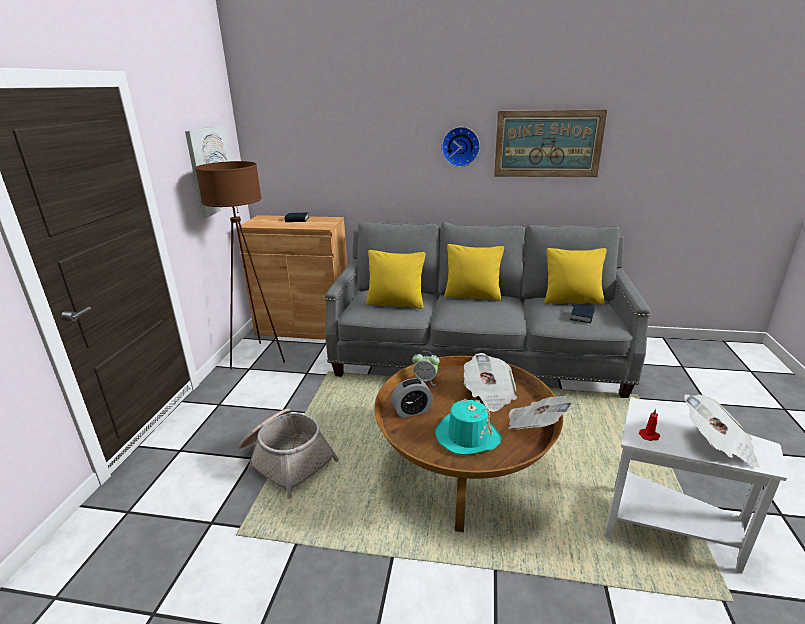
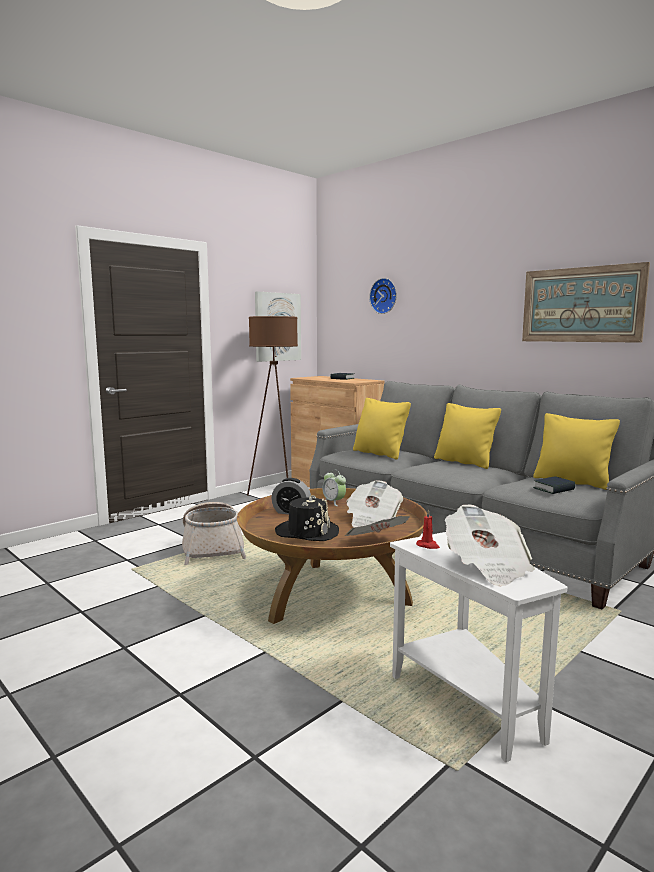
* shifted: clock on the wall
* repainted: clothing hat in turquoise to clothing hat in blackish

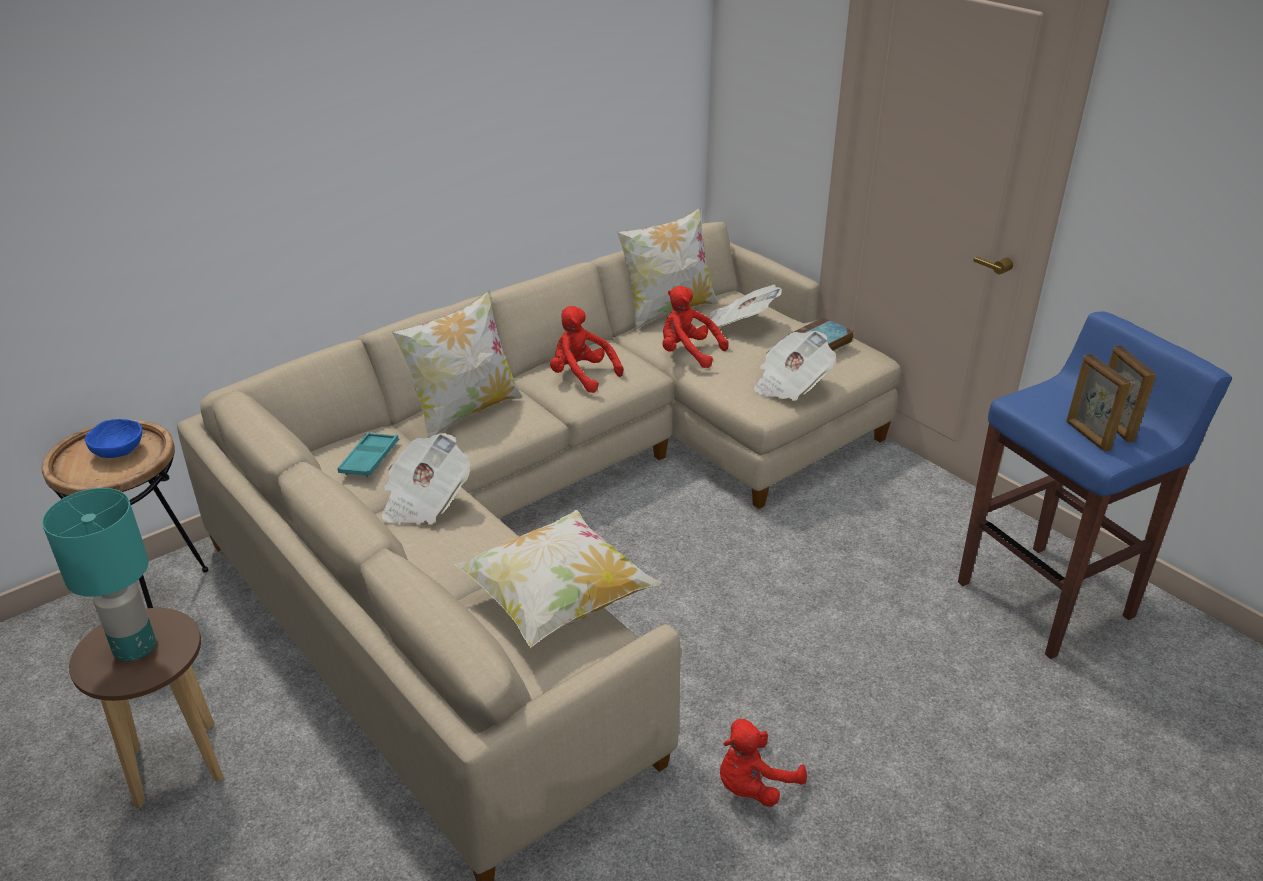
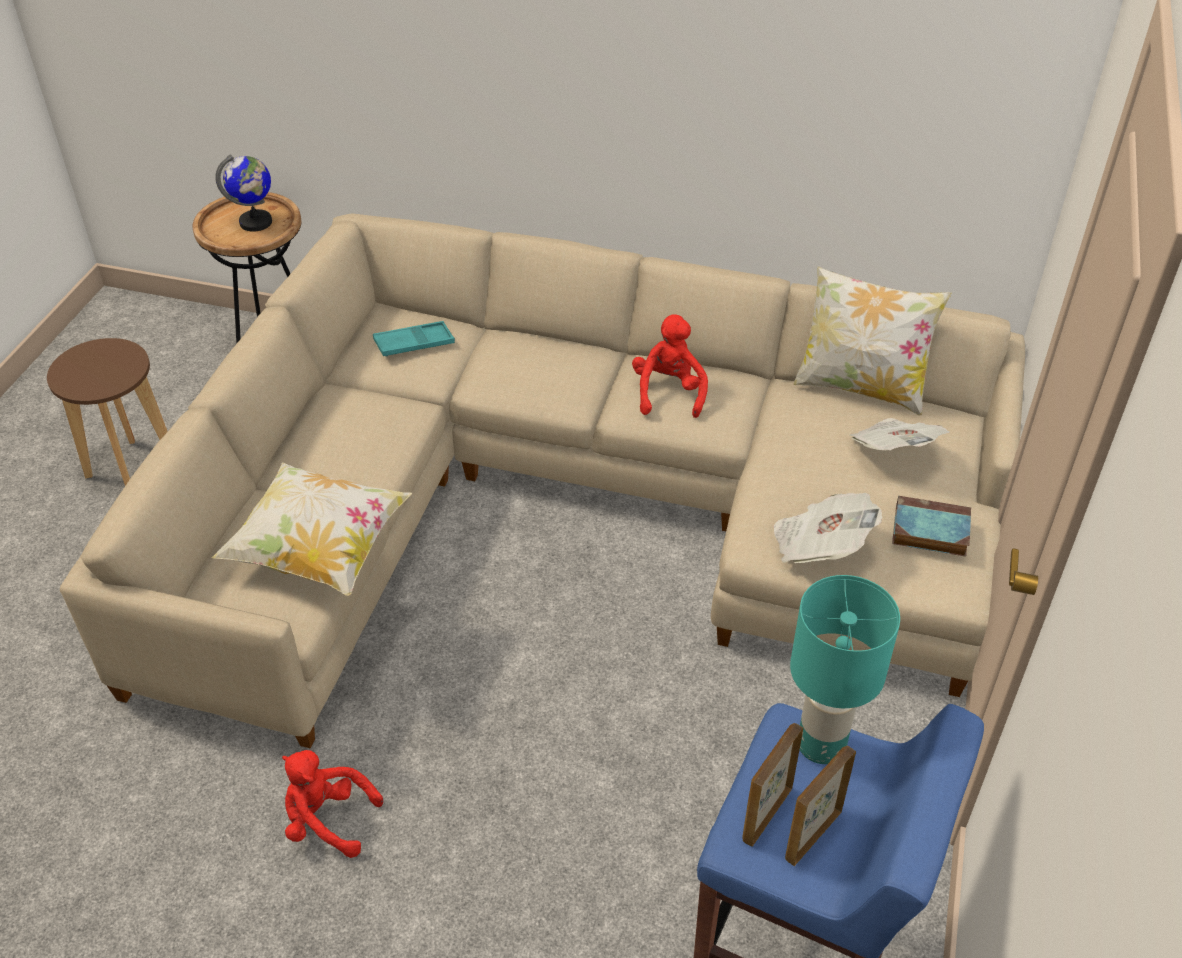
* gone: cuddly toy in reddish (no. 2 from left)
* gone: throw pillow (no. 1 from left)
* swapped: deep dish in blue to desk globe
* gone: daily paper (no. 1 from left)
* shifted: table lamp in turquoise

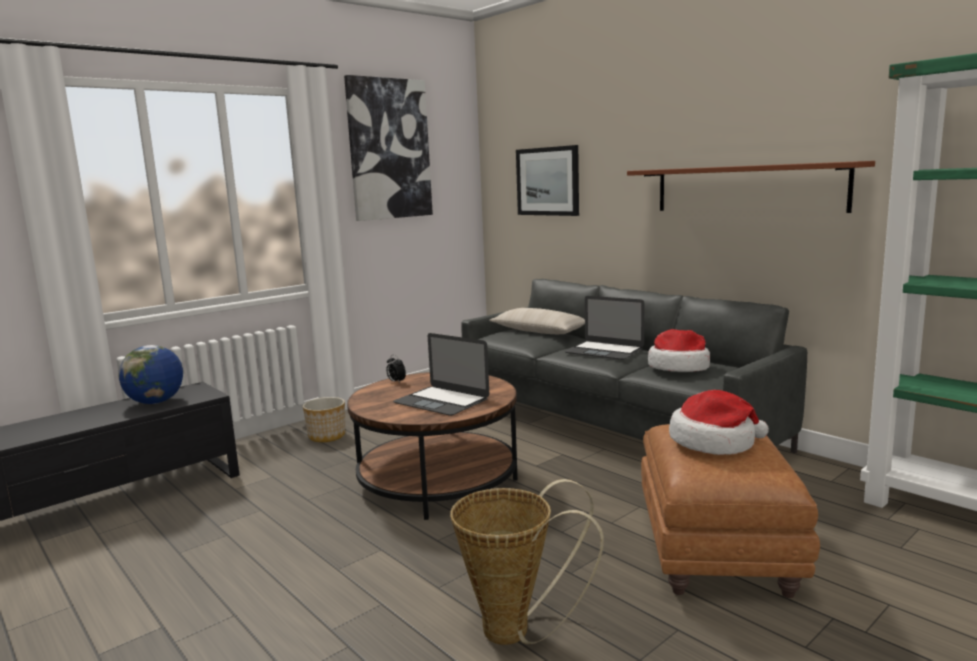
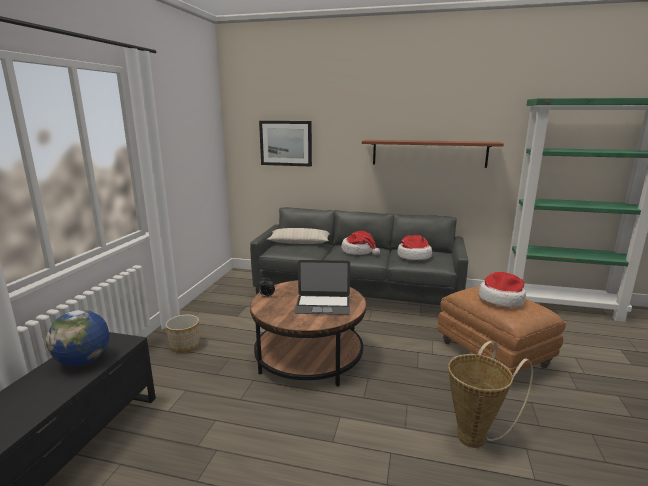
* gone: picture (no. 1 from left)
* swapped: notebook computer (no. 2 from left) to clothing hat (no. 1 from left)

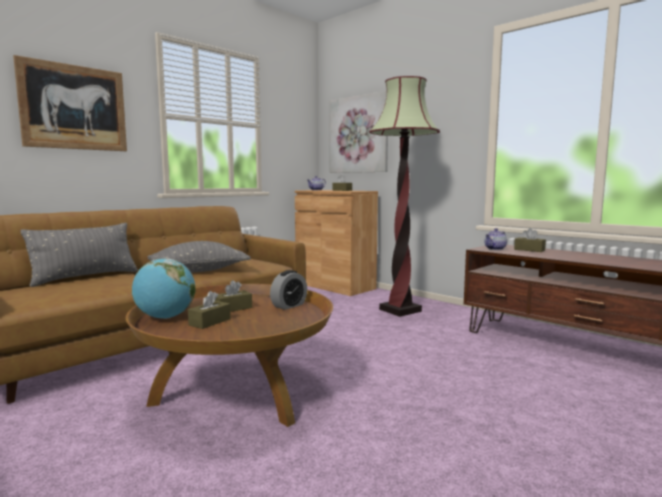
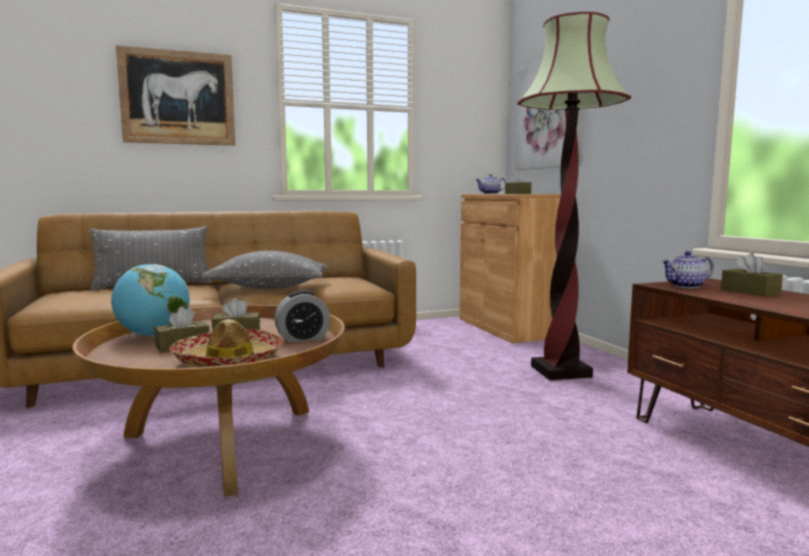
* new: clothing hat

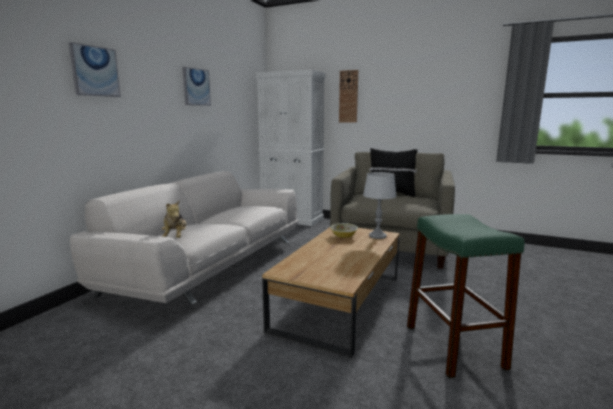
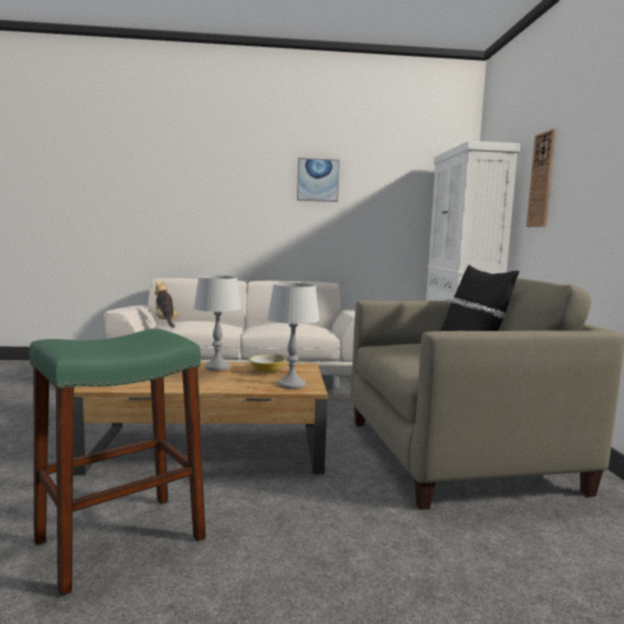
* gone: picture (no. 1 from left)
* rotated: cuddly toy 105 degrees clockwise
* new: table lamp in greyish (no. 1 from left)

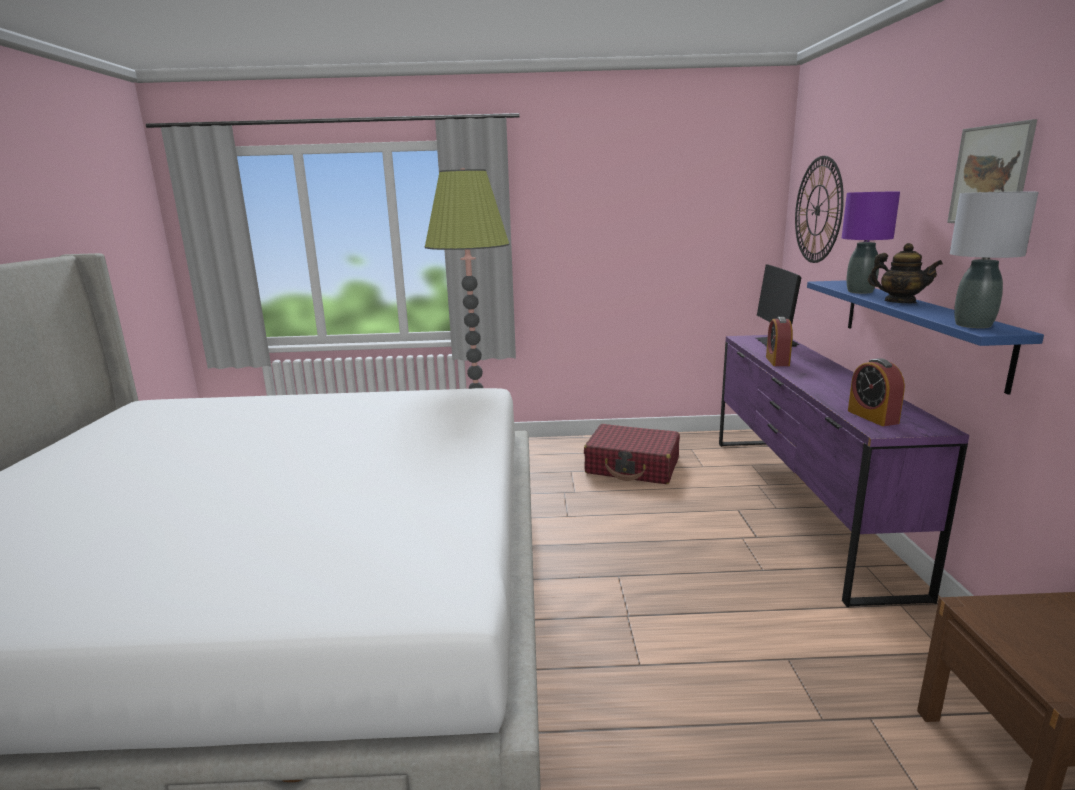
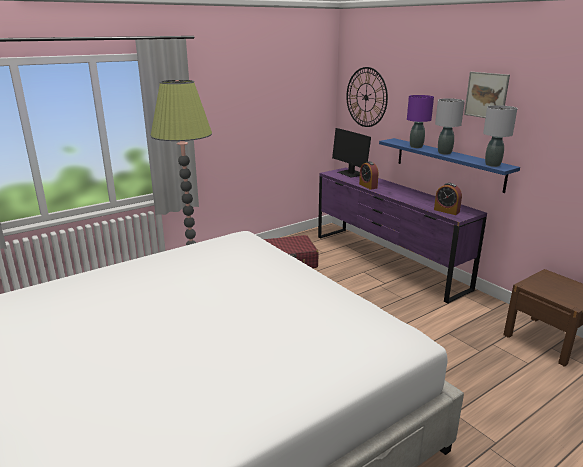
* swapped: teapot to table lamp in greyish (no. 1 from left)

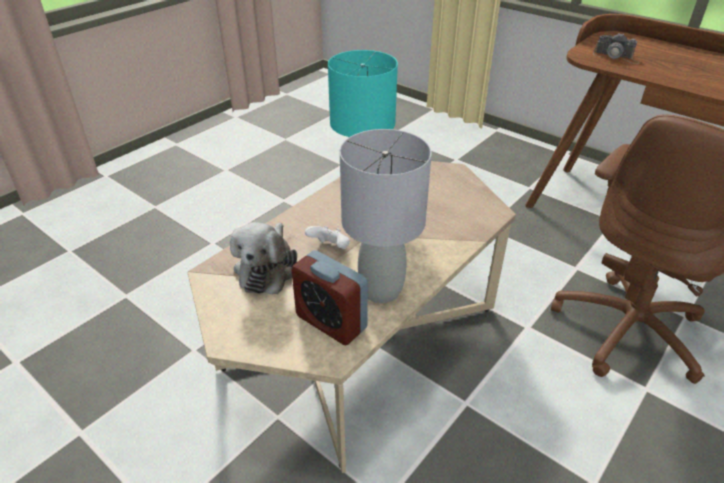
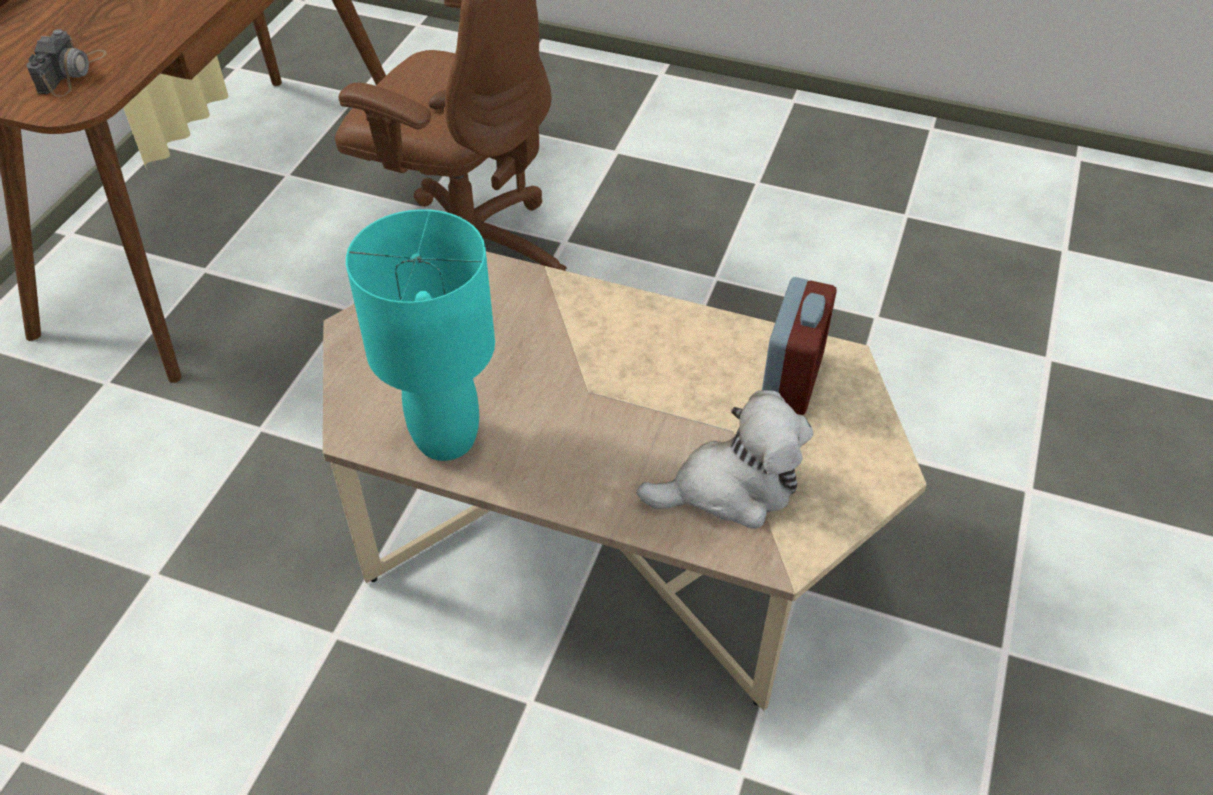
* gone: table lamp in greyish
* gone: gamepad in white-coloured

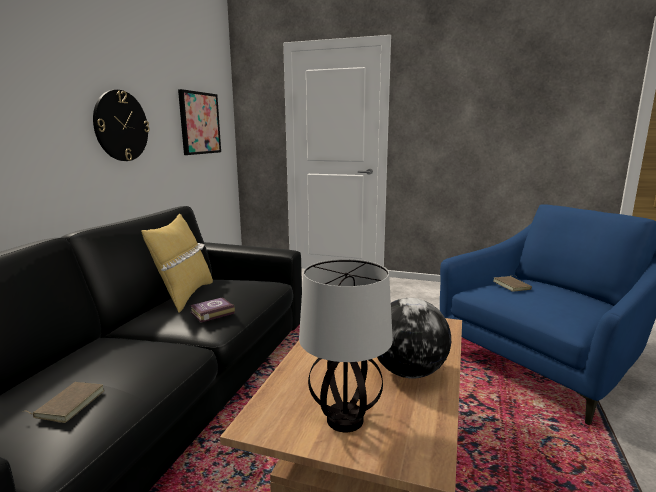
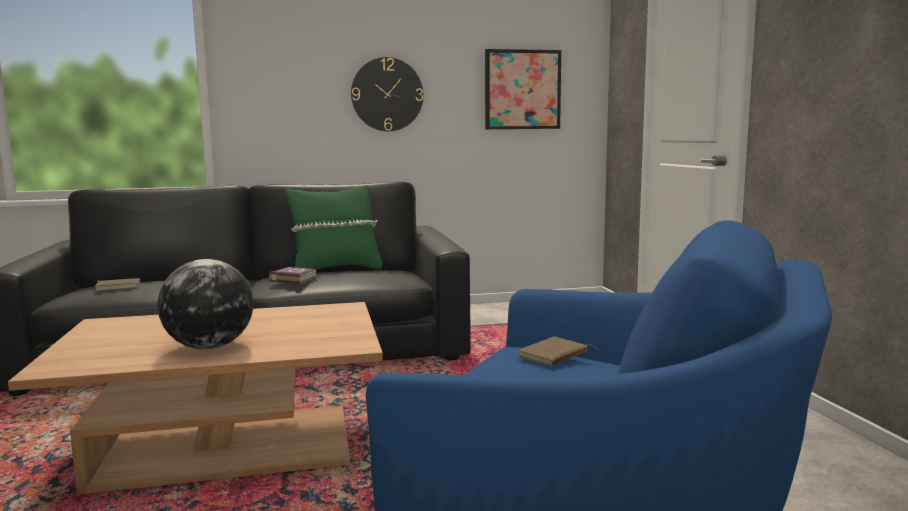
* repainted: throw pillow in yellowish to throw pillow in green
* gone: table lamp

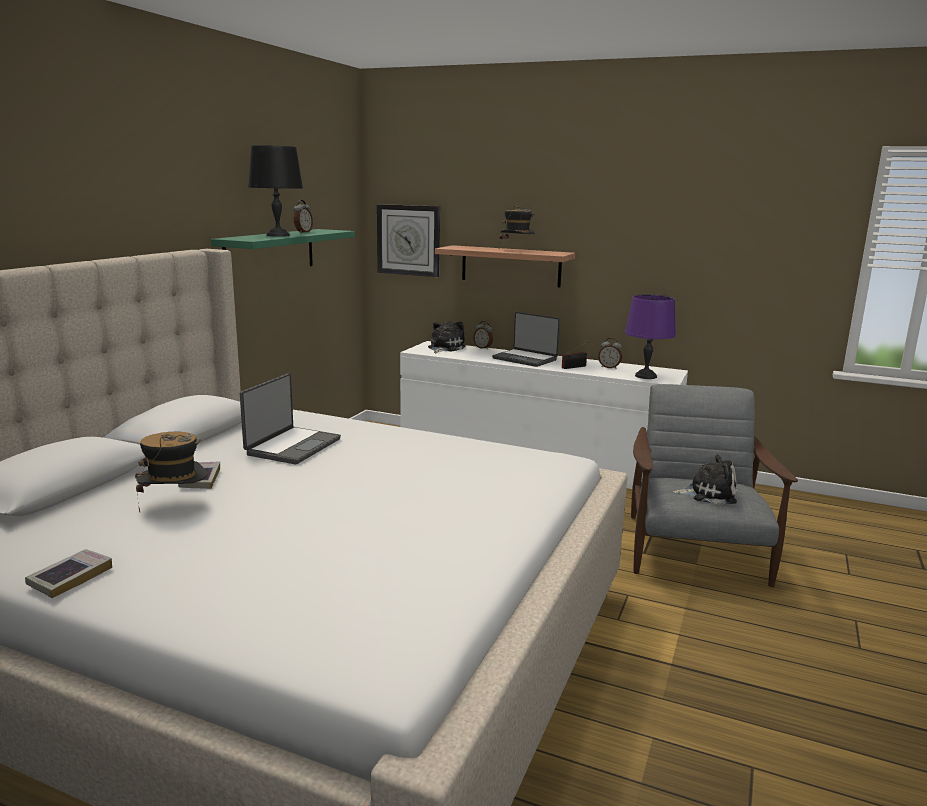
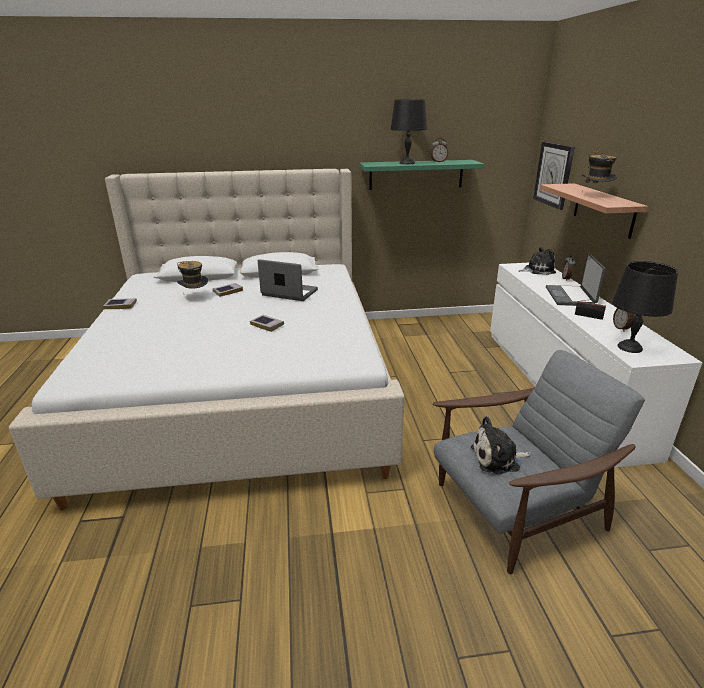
* repainted: table lamp in purplish to table lamp in blackish (no. 2 from left)
* rotated: notebook computer (no. 1 from left) 150 degrees counterclockwise
* rotated: cuddly toy (no. 2 from left in the first image) 105 degrees clockwise
* new: volume (no. 3 from left)

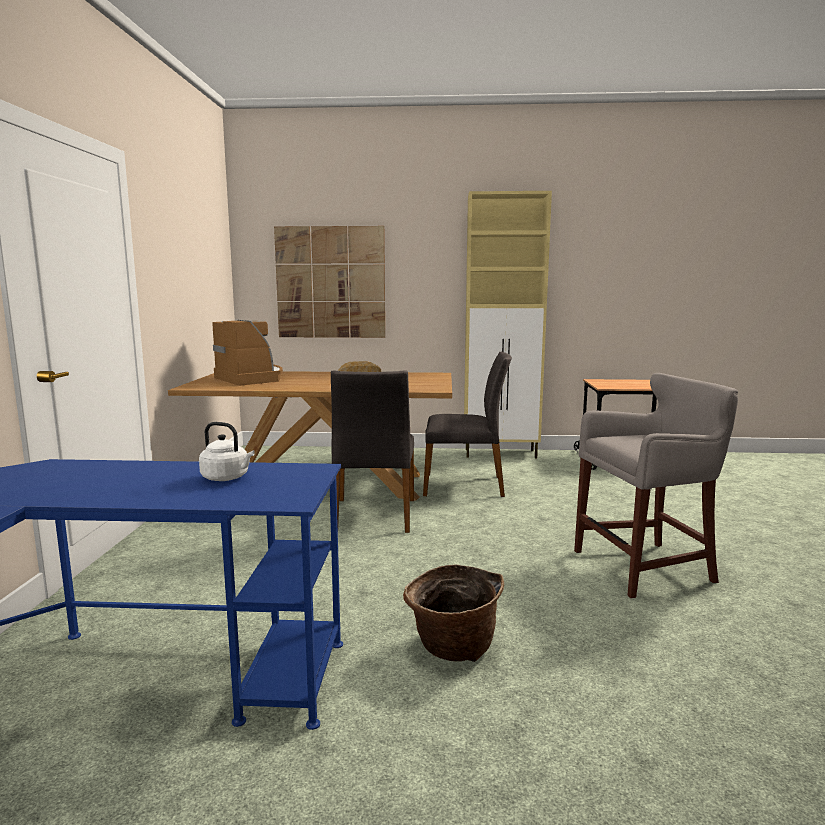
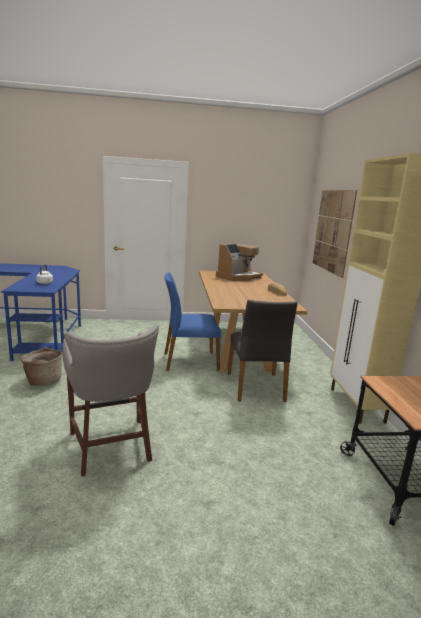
* repainted: chair in greyish (no. 1 from left) to chair in blue

